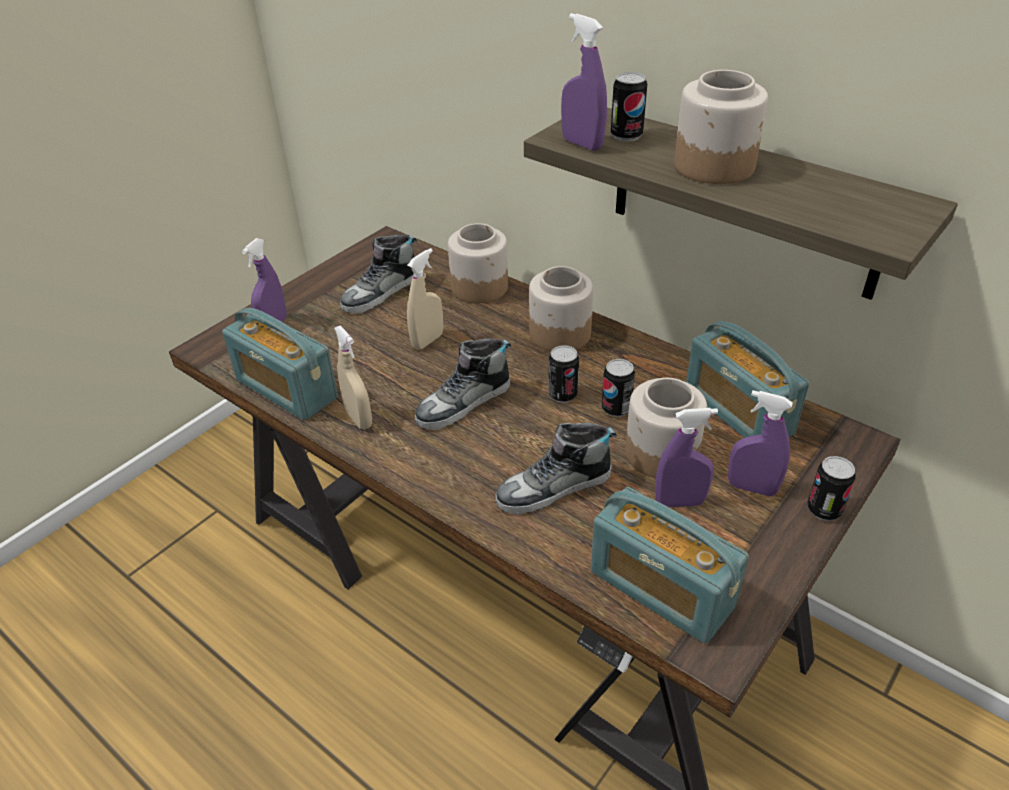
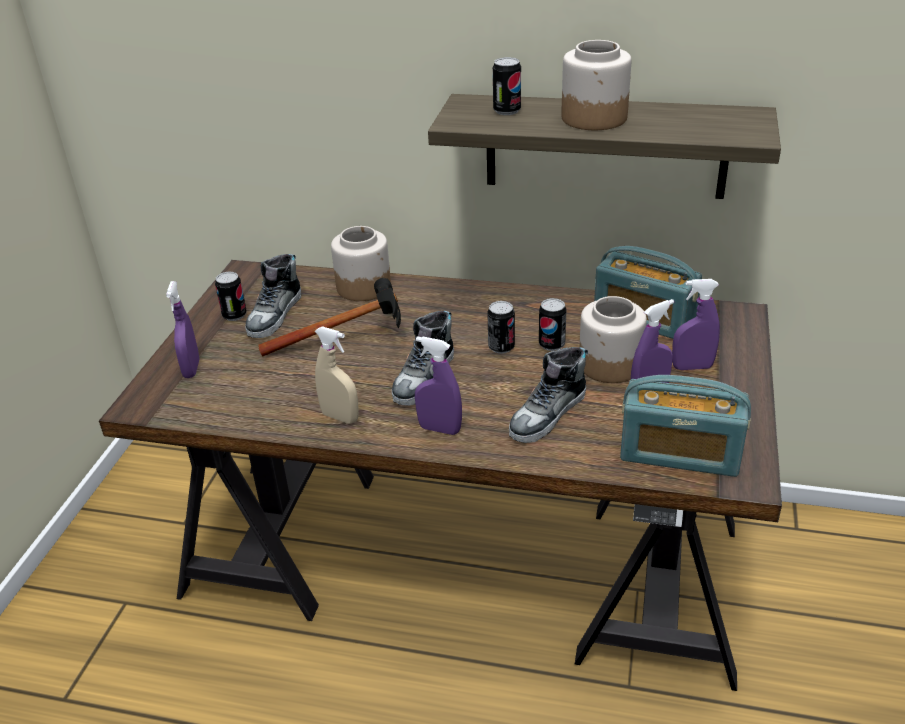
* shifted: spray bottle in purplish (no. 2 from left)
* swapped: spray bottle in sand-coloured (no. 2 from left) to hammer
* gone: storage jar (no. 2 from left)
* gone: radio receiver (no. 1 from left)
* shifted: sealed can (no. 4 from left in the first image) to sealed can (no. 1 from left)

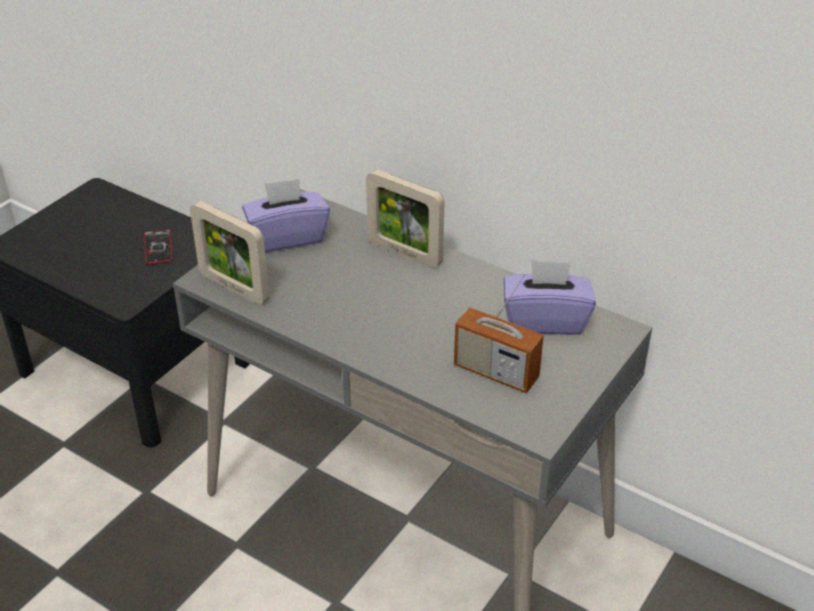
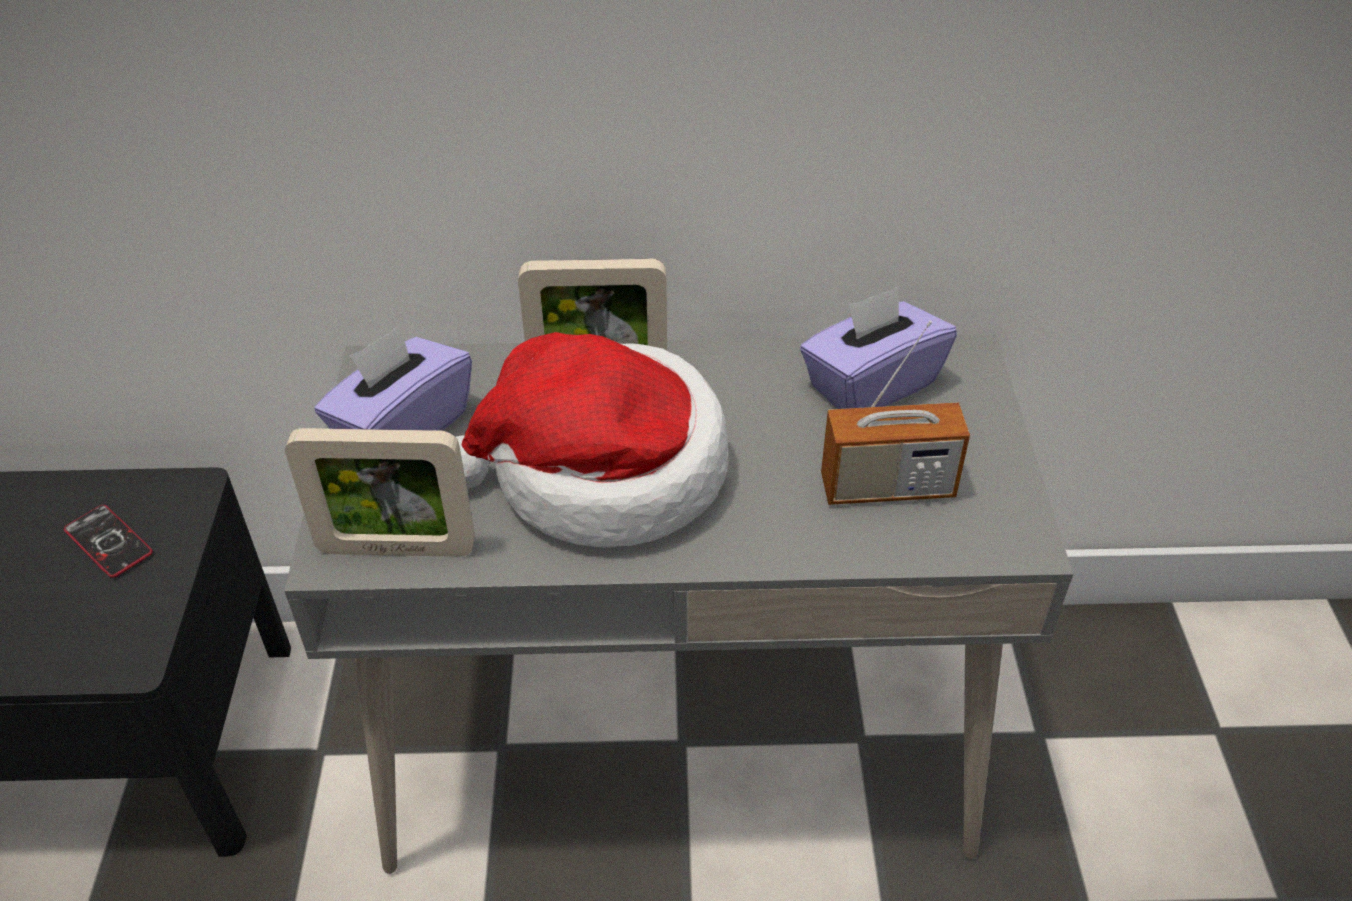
* new: clothing hat

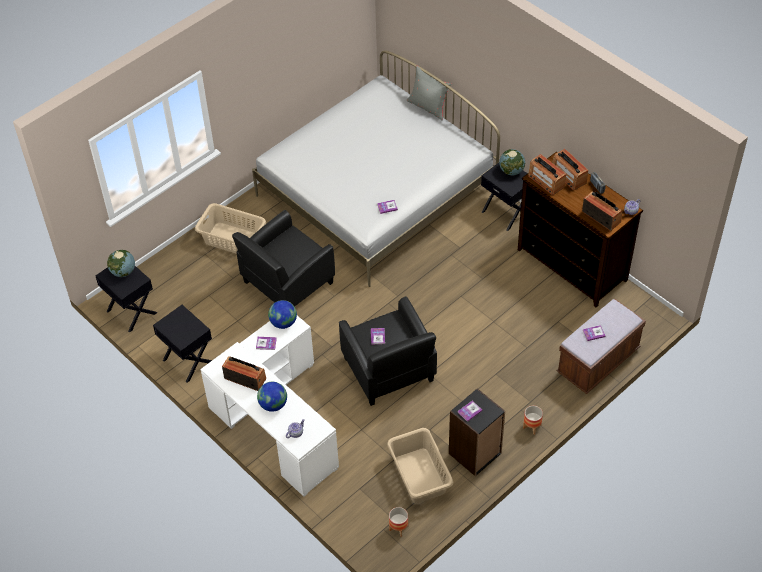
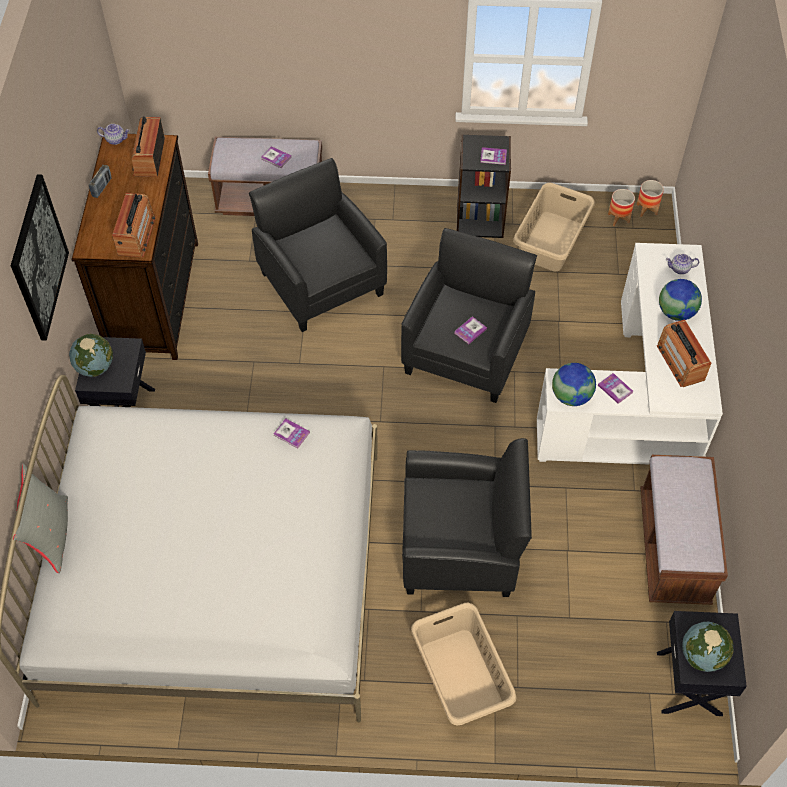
* gone: radio receiver (no. 3 from left)
* swapped: bedside table in blackish (no. 2 from left) to indoor bench in brownish (no. 2 from left)
* shifted: plant pot (no. 2 from left)
* new: lounge chair in blackish (no. 1 from left)
* new: picture

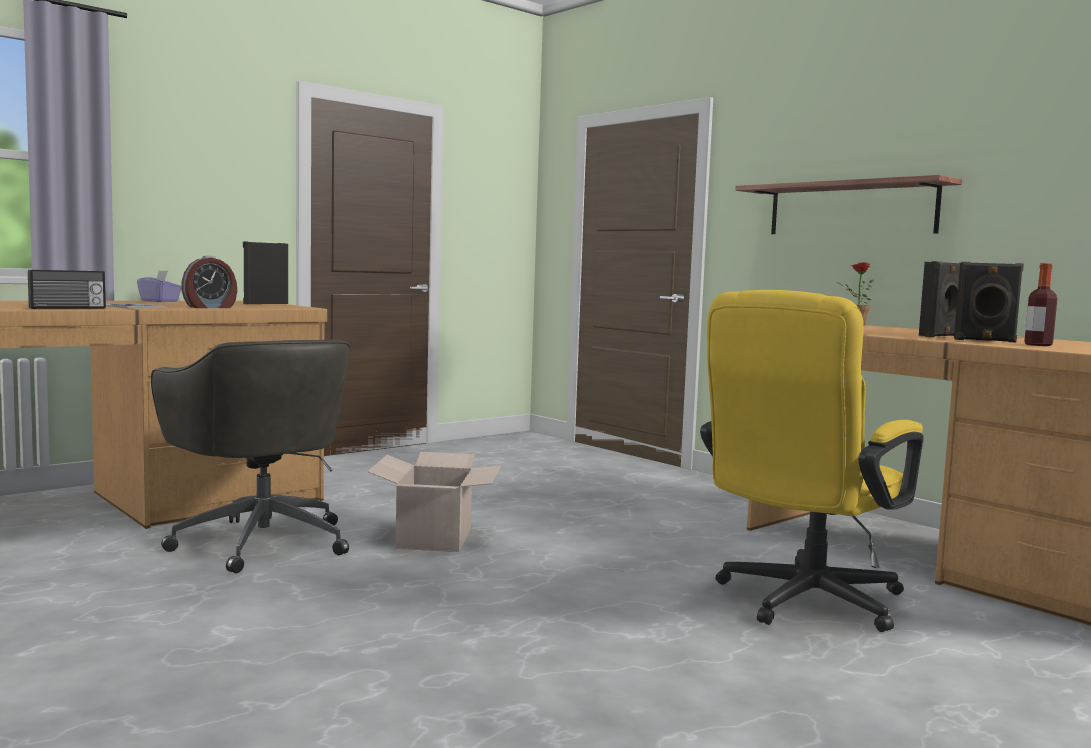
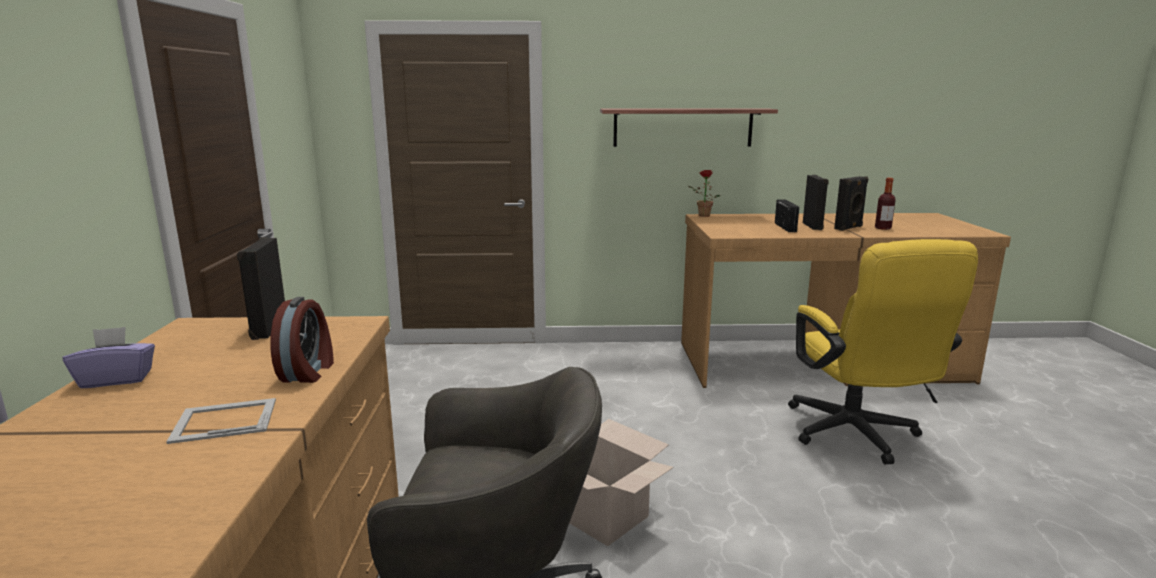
* shifted: radio receiver

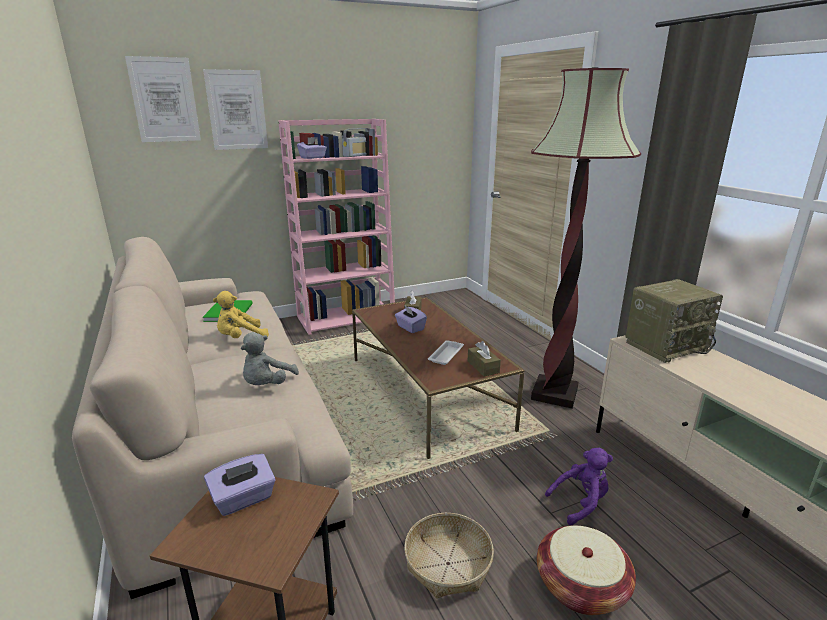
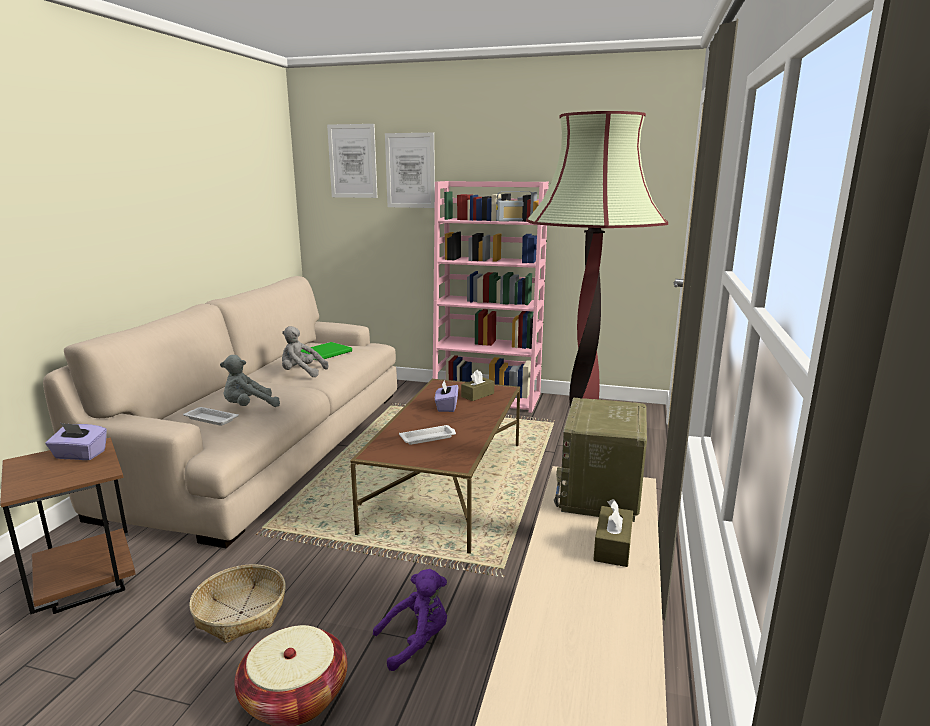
* gone: tissue holder in purplish (no. 2 from left)
* rotated: radio receiver (no. 2 from left) 90 degrees clockwise
* repainted: cuddly toy in yellowish to cuddly toy in greyish (no. 2 from left)
* shifted: tissue holder in brownish (no. 2 from left)
* rotated: cuddly toy in purplish 45 degrees counterclockwise
* new: serving tray in white-coloured (no. 1 from left)

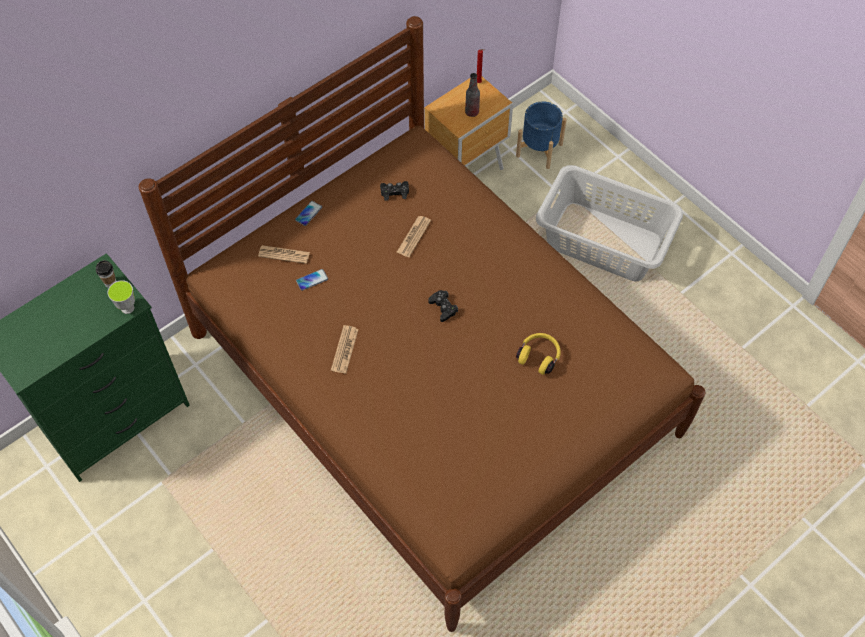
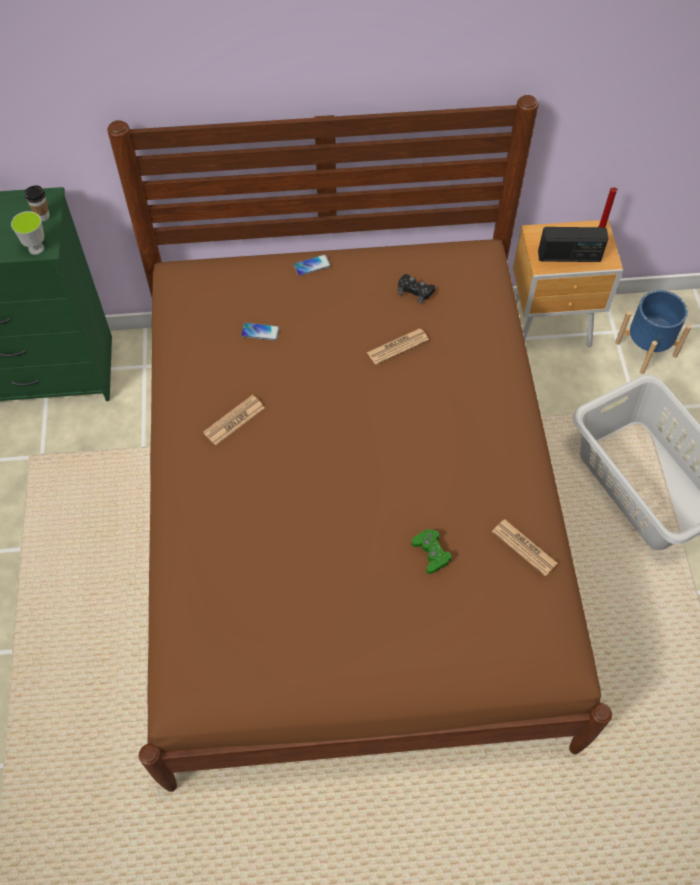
* swapped: bottle to radio receiver
* shifted: daily paper (no. 1 from left in the first image) to daily paper (no. 3 from left)
* gone: gamepad in blackish (no. 2 from left)
* swapped: headset in yellowish to gamepad in green

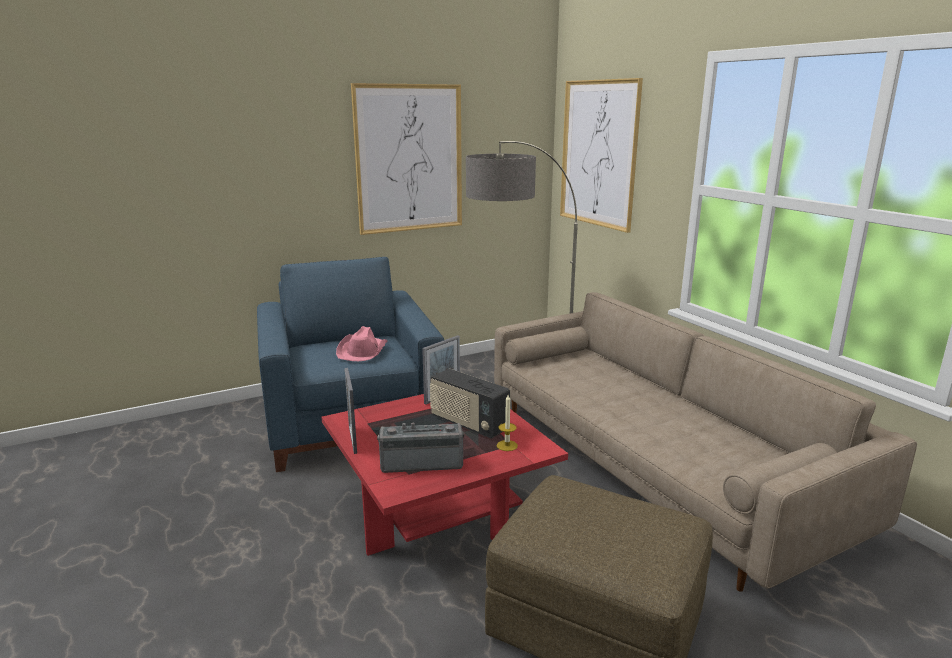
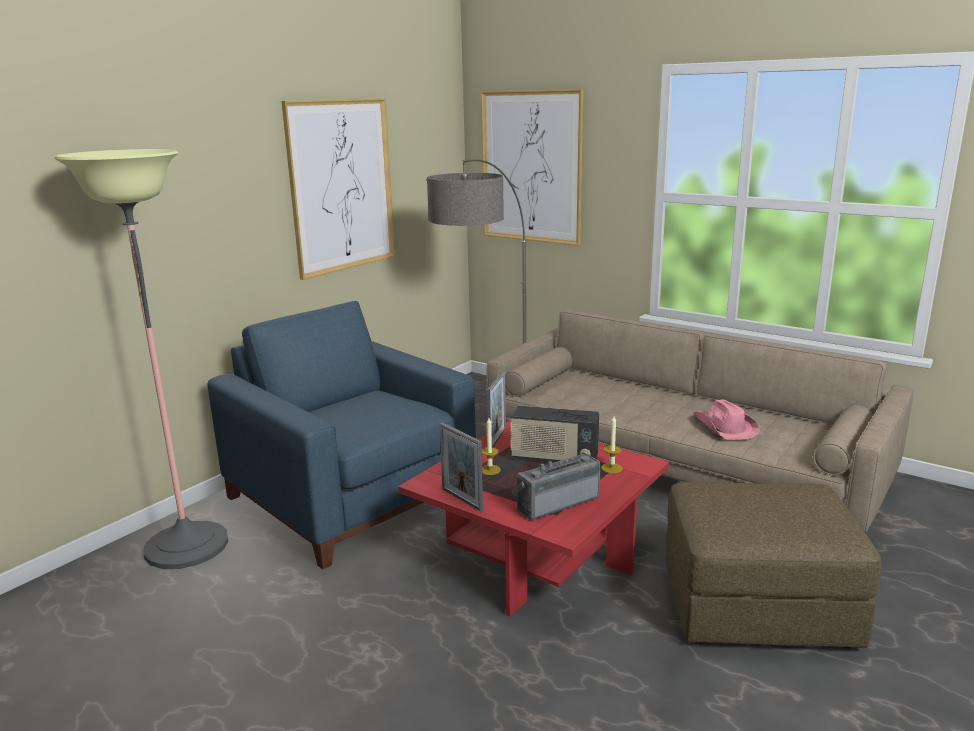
* shifted: clothing hat in pinkish
* new: floor lamp (no. 1 from left)
* new: wax candle (no. 1 from left)

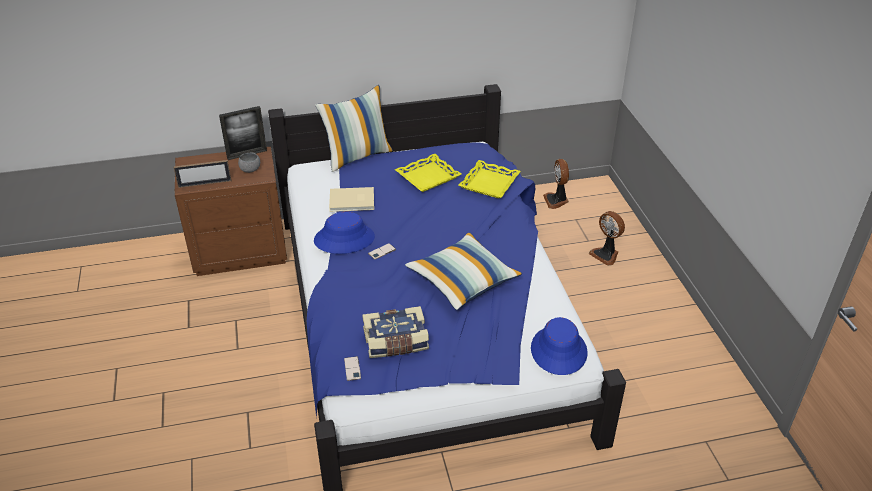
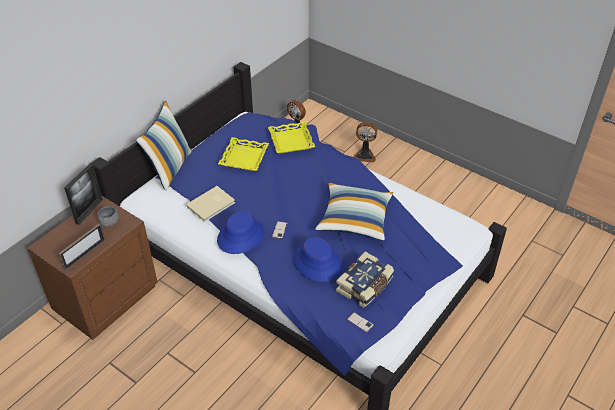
* shifted: clothing hat in blue (no. 2 from left)

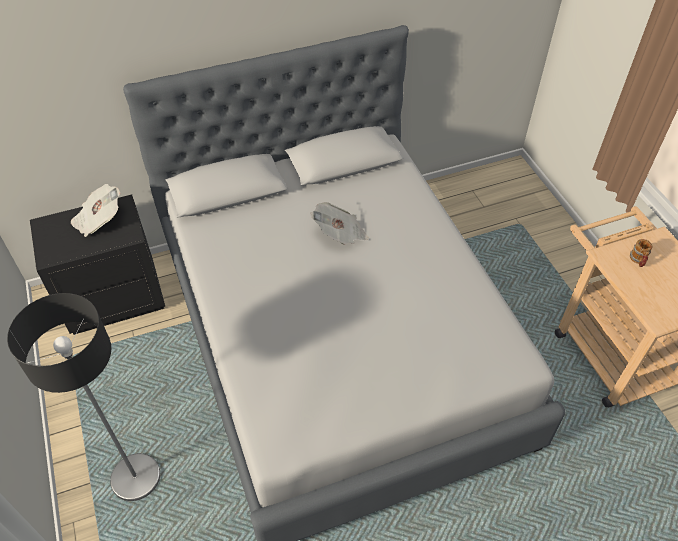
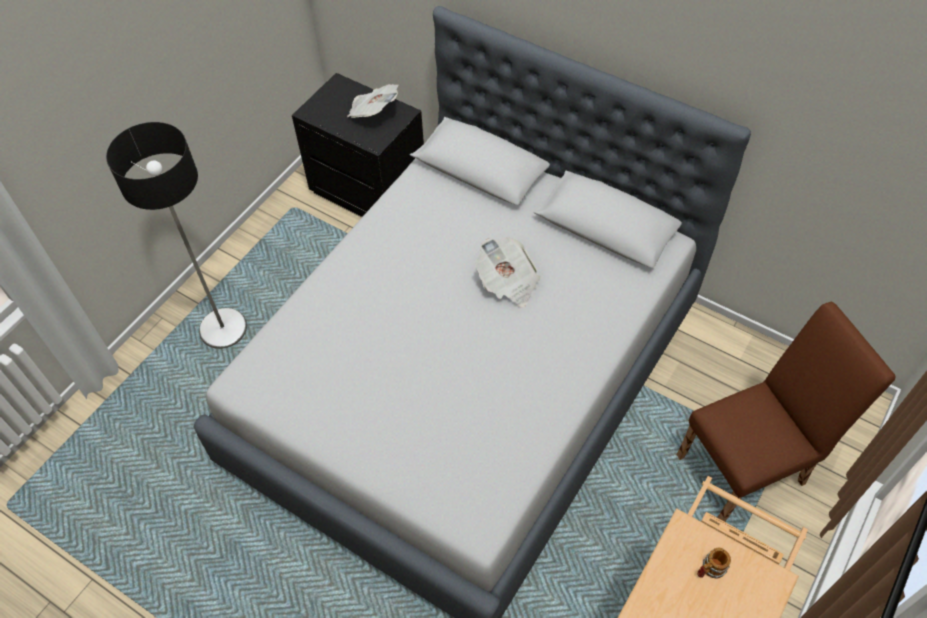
* new: chair in brownish

